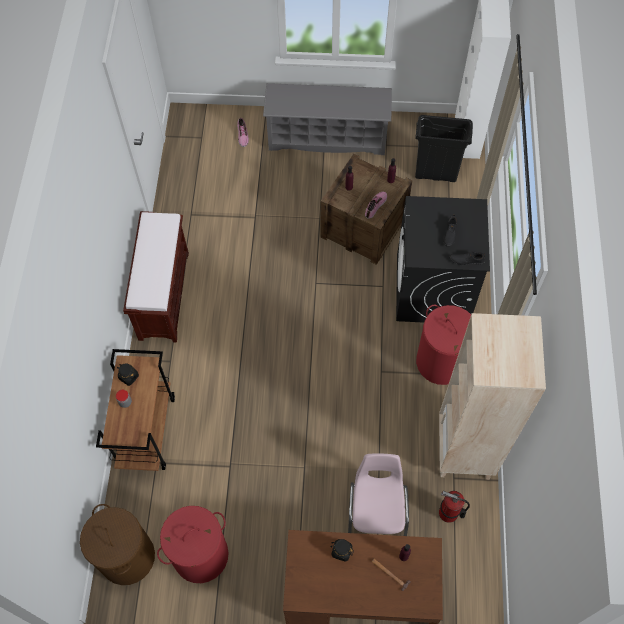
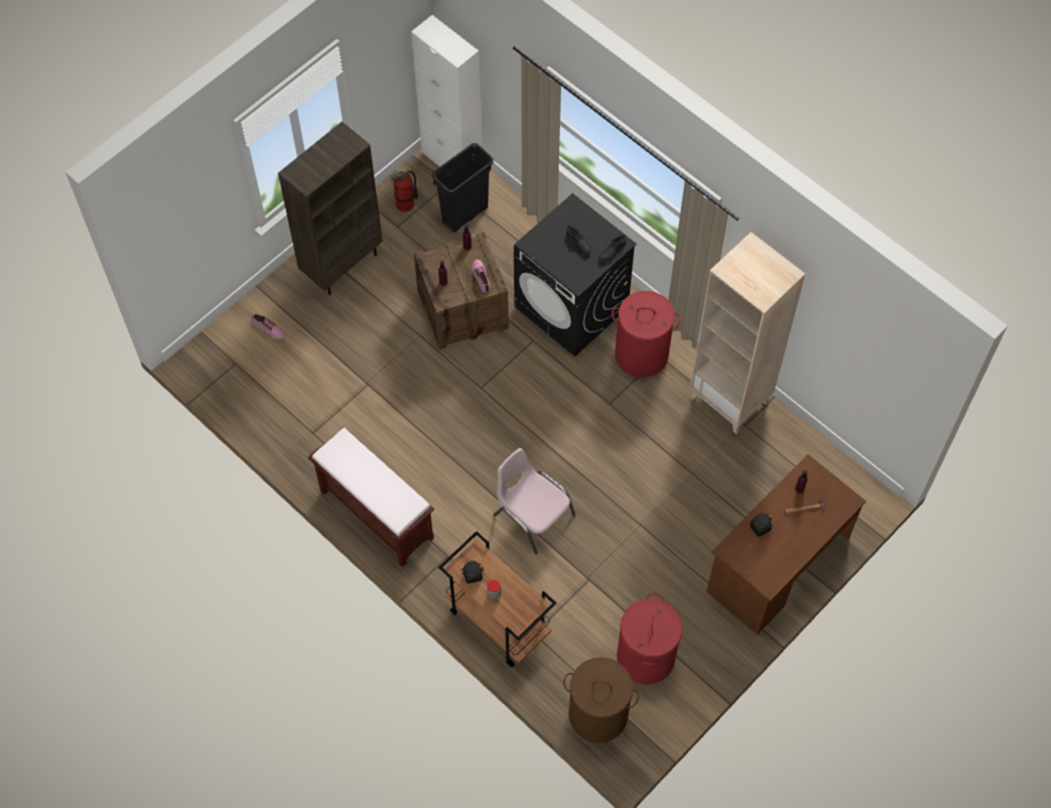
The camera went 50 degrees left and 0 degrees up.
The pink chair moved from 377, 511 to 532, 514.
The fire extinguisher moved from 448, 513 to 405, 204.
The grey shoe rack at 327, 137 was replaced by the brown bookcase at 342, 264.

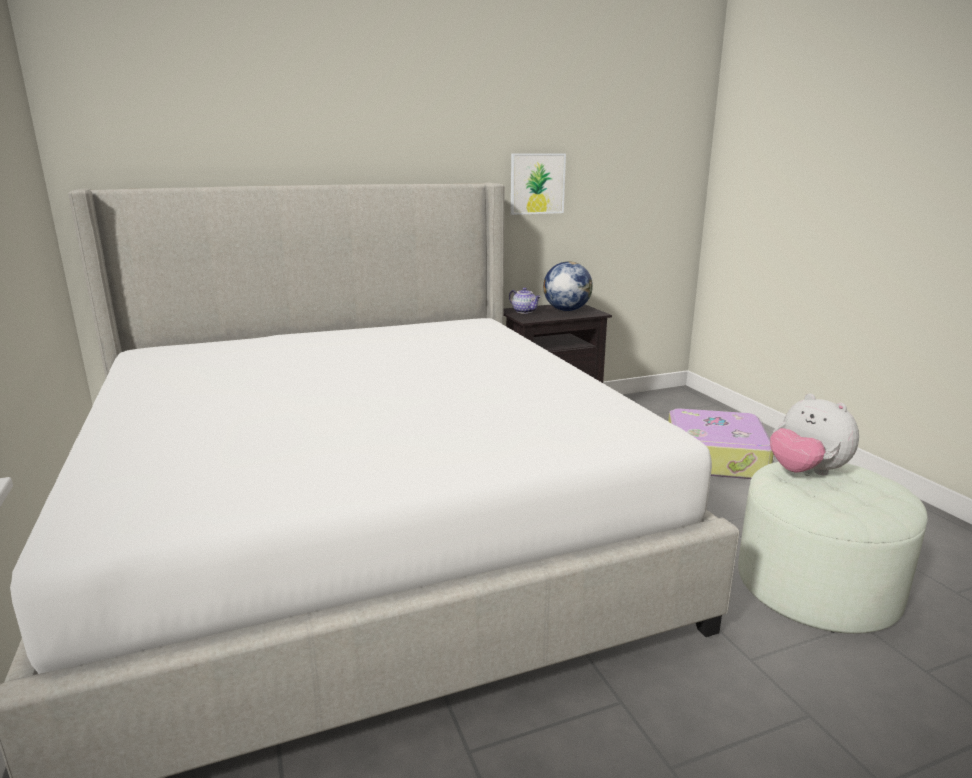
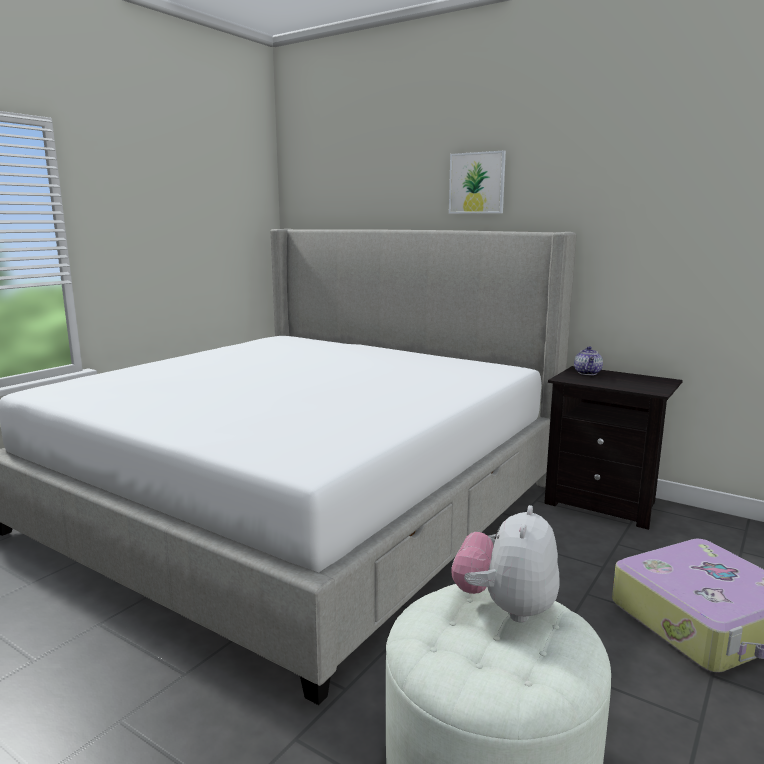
The camera went 55 degrees right and 5 degrees down.
The globe at 566, 310 disappeared.
The picture moved from 537, 184 to 477, 183.

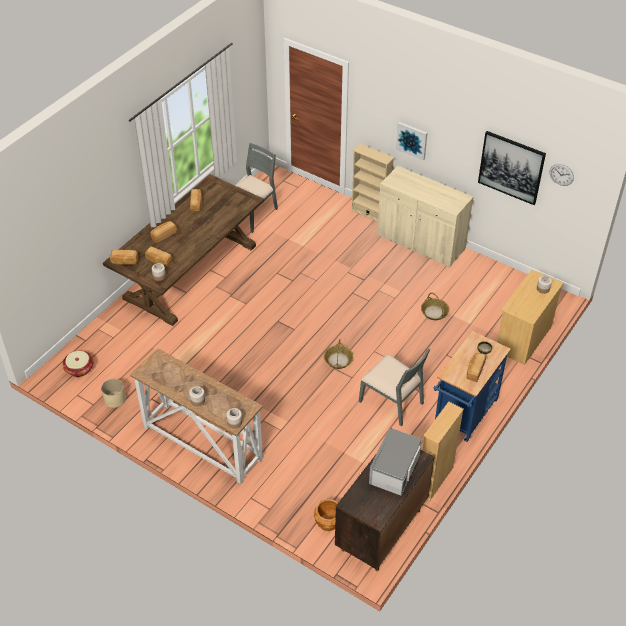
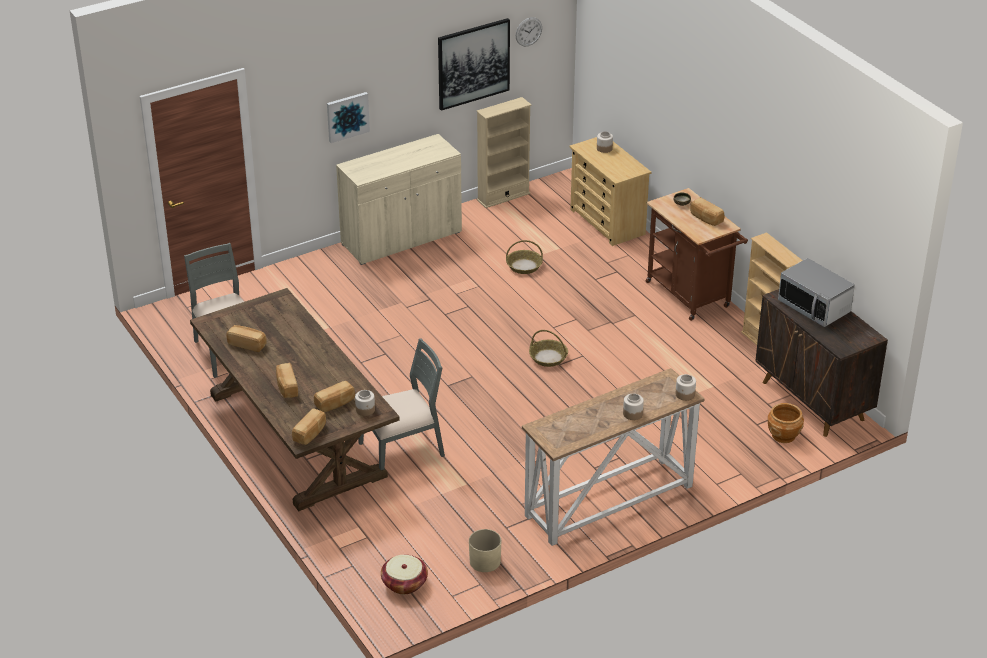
The camera went 65 degrees left and 10 degrees down.
The beige bookcase moved from 370, 213 to 503, 197.
The grey chair moved from 392, 401 to 402, 450.
The blue cart at 463, 416 became the brown cart at 691, 297.

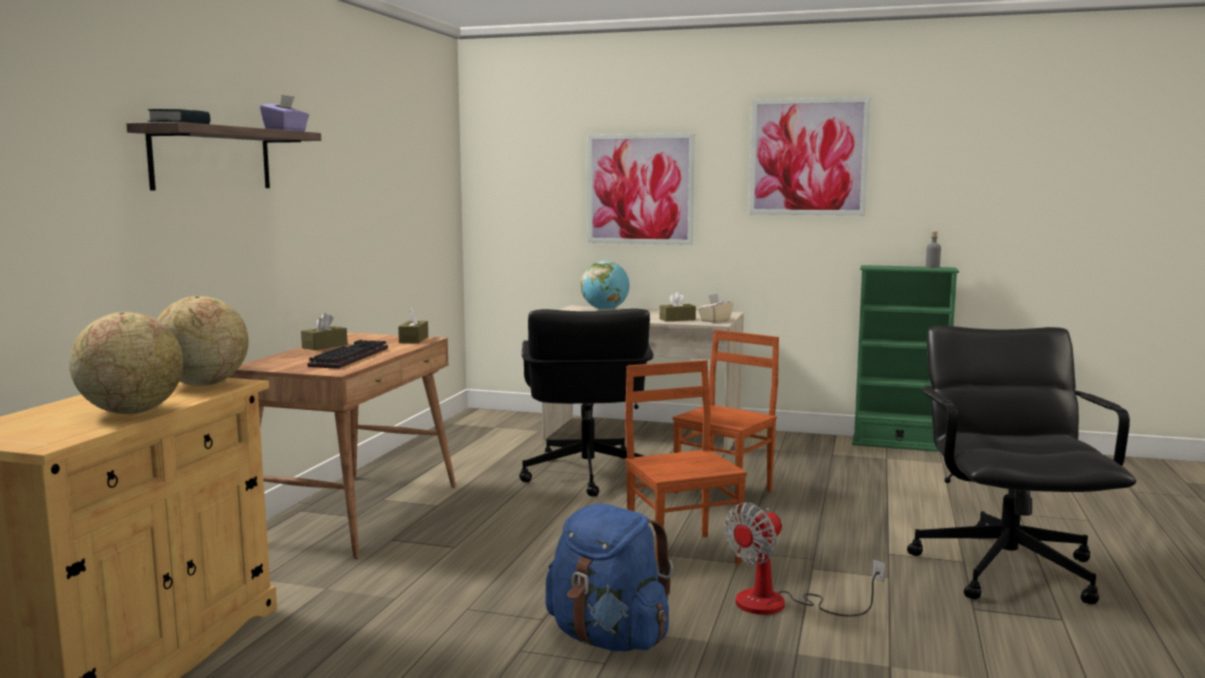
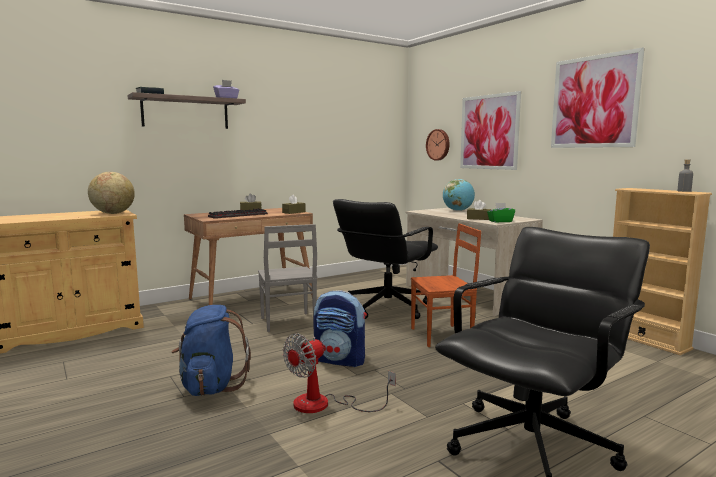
The camera went 40 degrees right and 0 degrees up.
The globe at 131, 412 disappeared.
The grey chair at 287, 322 appeared.
The wall clock at 438, 144 appeared.
The brown chair at 683, 554 was replaced by the backpack at 340, 360.
The beige tissue box at 714, 320 became the green tissue box at 500, 221.
The green bookcase at 898, 444 became the beige bookcase at 645, 340.
The fan at 779, 604 turned 45 degrees counterclockwise.

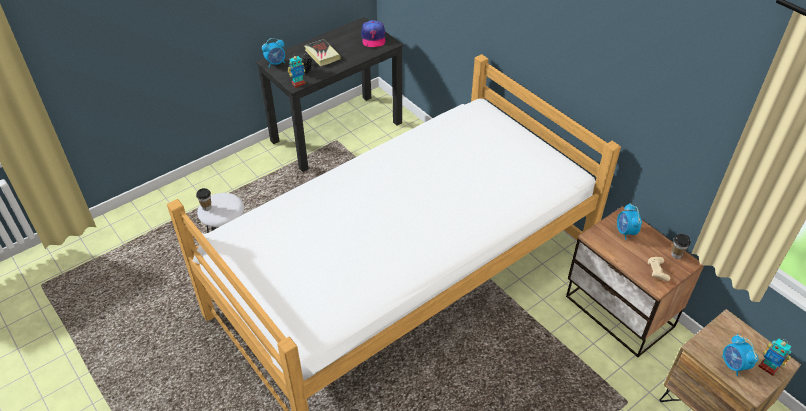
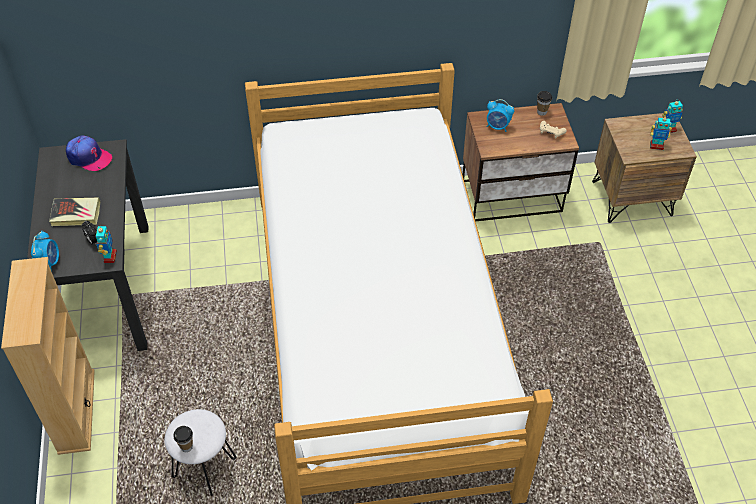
The camera went 60 degrees left and 5 degrees up.
The beige bookcase at 76, 411 appeared.
The alarm clock at 733, 365 was replaced by the toy robot at 656, 146.

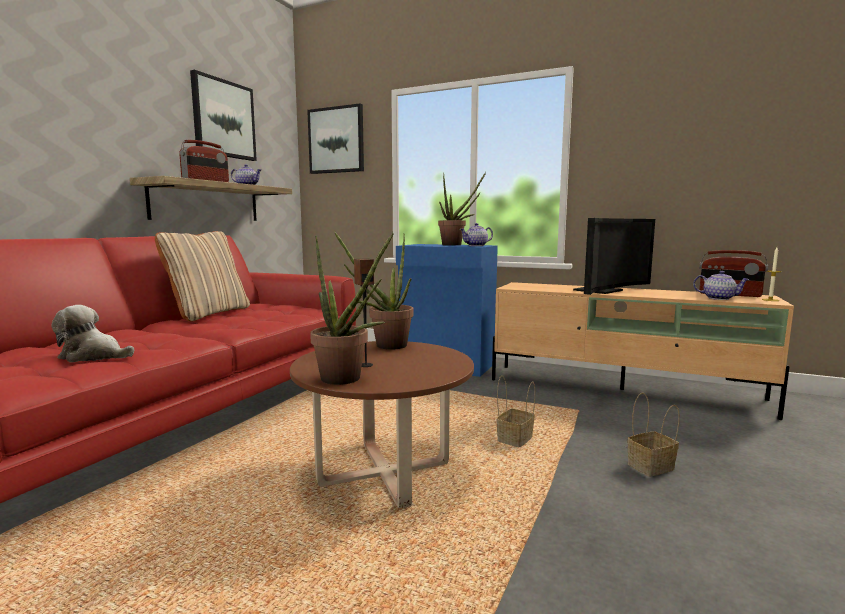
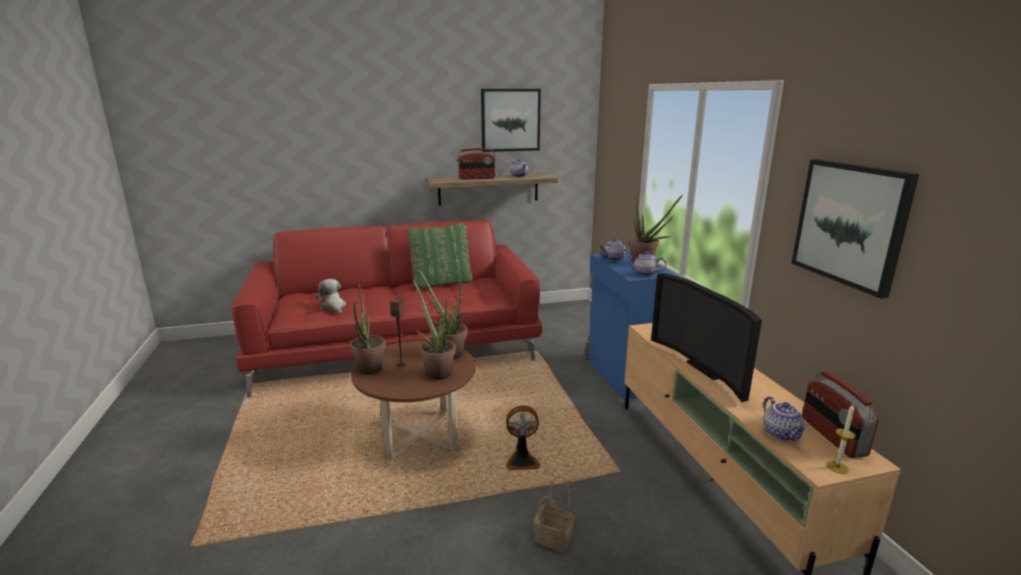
The camera went 50 degrees right and 10 degrees up.
The potted plant at 436, 371 appeared.
The teapot at 613, 259 appeared.
The picture moved from 336, 140 to 850, 224.
The basket at 514, 439 was replaced by the fan at 522, 461.
The beige pillow at 208, 314 became the green pillow at 441, 283.
The television at 604, 291 turned 60 degrees clockwise.

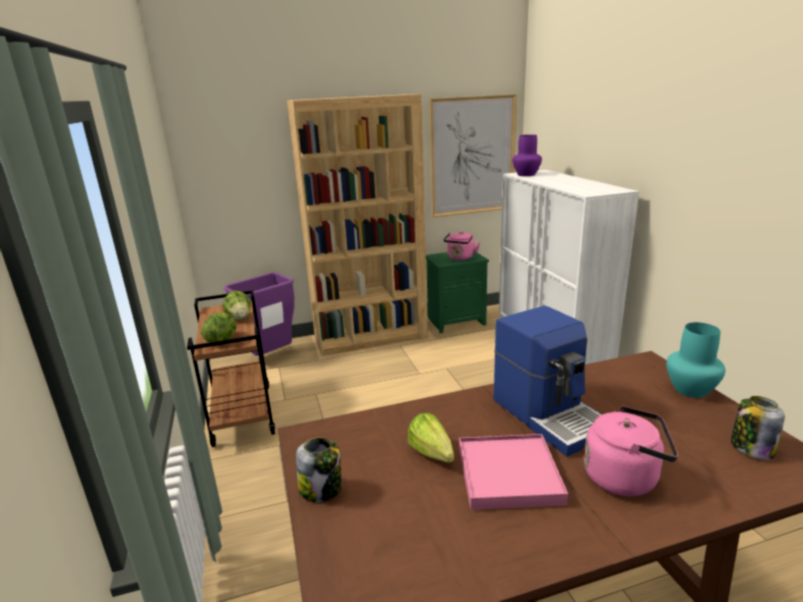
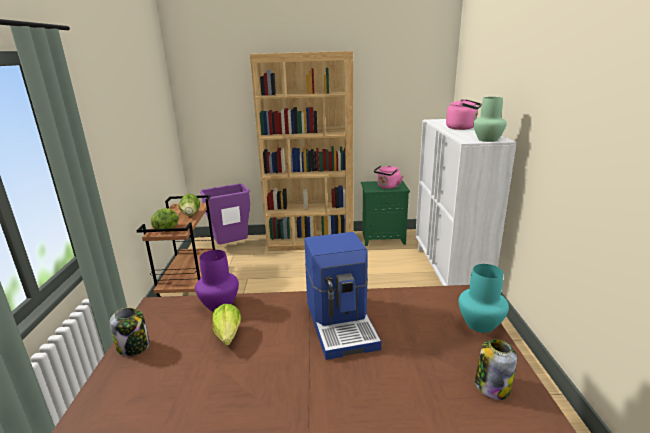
The camera went 15 degrees right and 0 degrees up.
The picture at 472, 156 disappeared.
The pink tray at 508, 474 disappeared.
The green vase at 487, 140 appeared.
The purple vase moved from 526, 175 to 219, 305.
The pink kettle moved from 624, 477 to 462, 128.

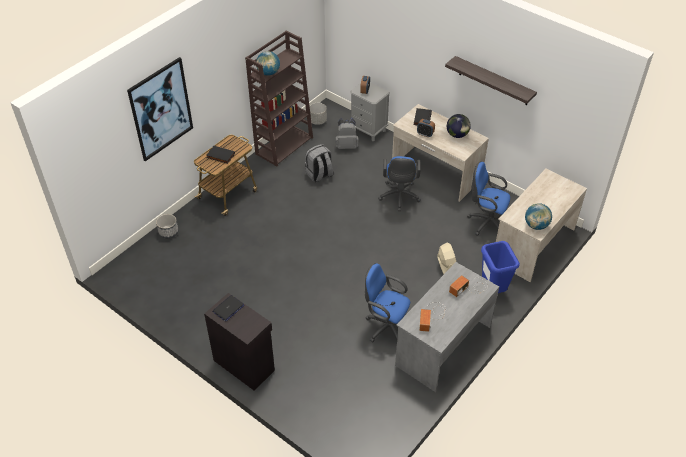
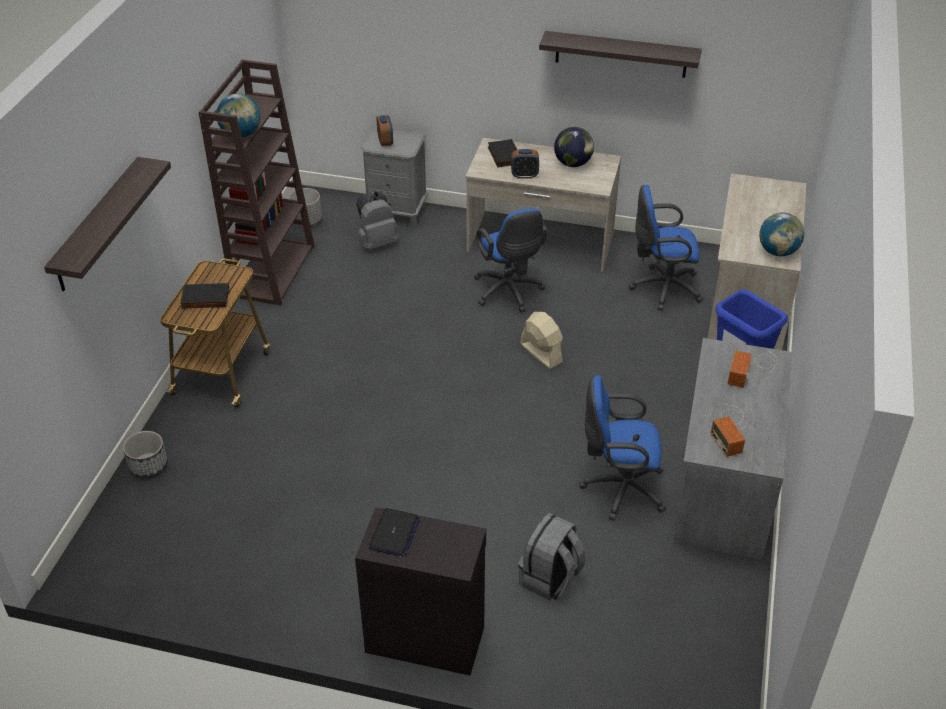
The camera went 25 degrees left and 5 degrees down.
The grey backpack moved from 319, 175 to 550, 579.
The beige fan moved from 445, 266 to 541, 353.
The picture at 161, 109 was replaced by the shelf at 97, 225.

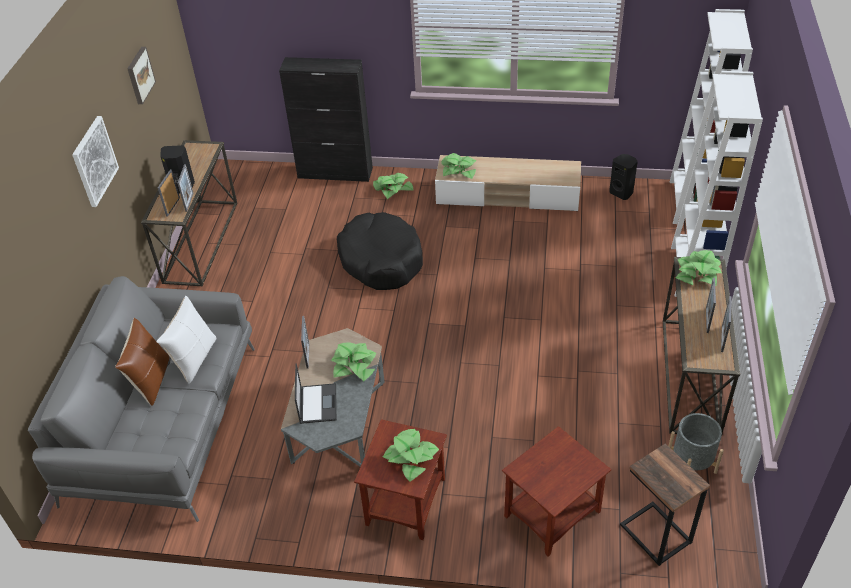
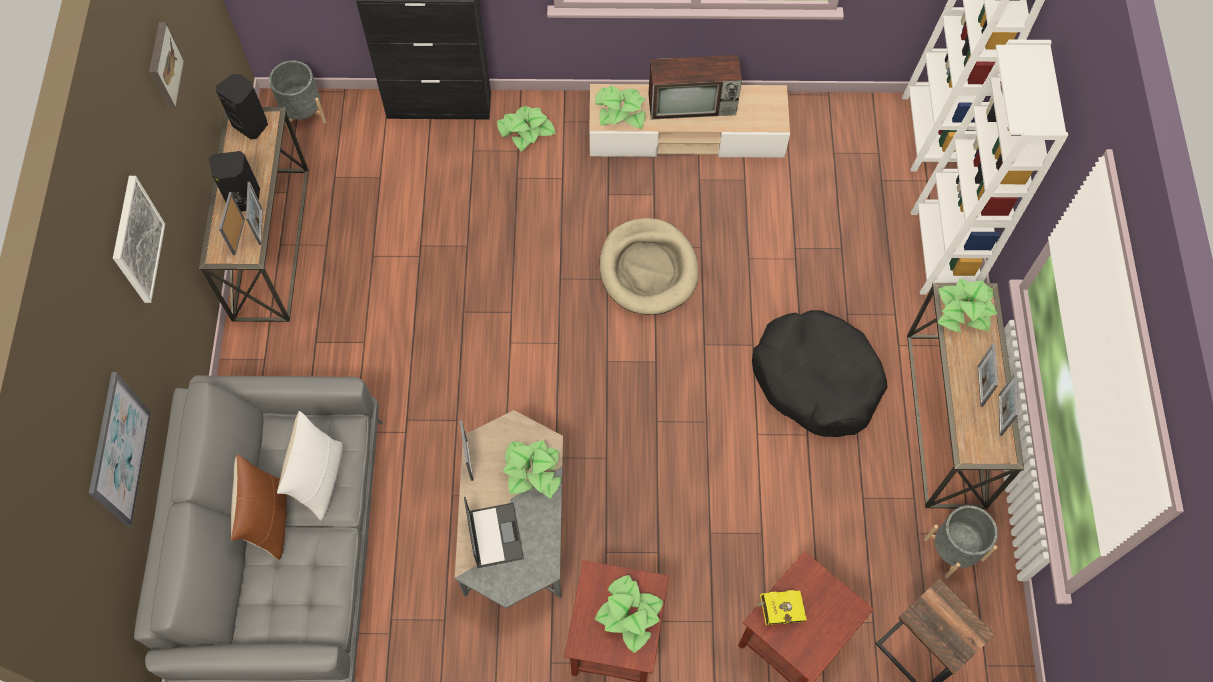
The camera went 10 degrees left and 20 degrees up.
The picture at 119, 450 appeared.
The grey planter at 303, 113 appeared.
The beige dog bed at 648, 269 appeared.
The television at 693, 104 appeared.
The yellow book at 779, 610 appeared.
The black dog bed moved from 381, 260 to 816, 380.
The black speaker moved from 621, 193 to 251, 124.

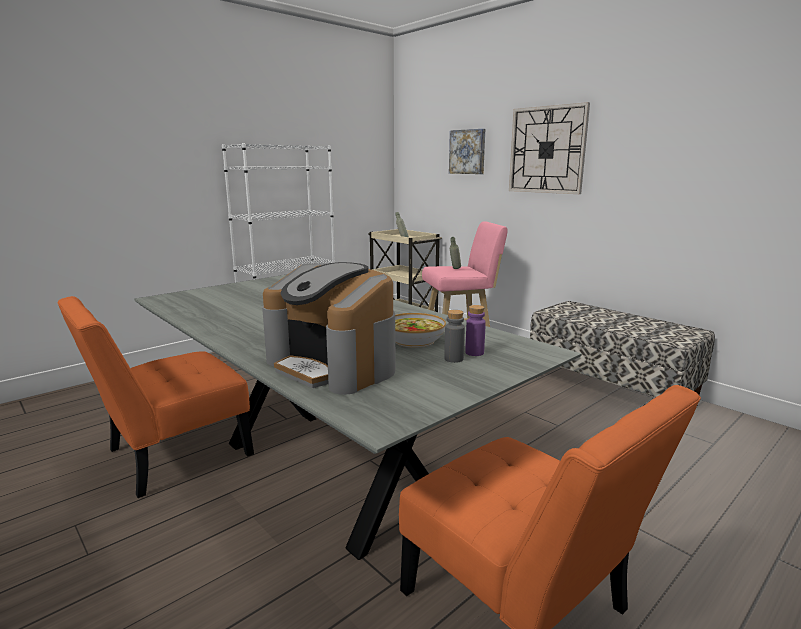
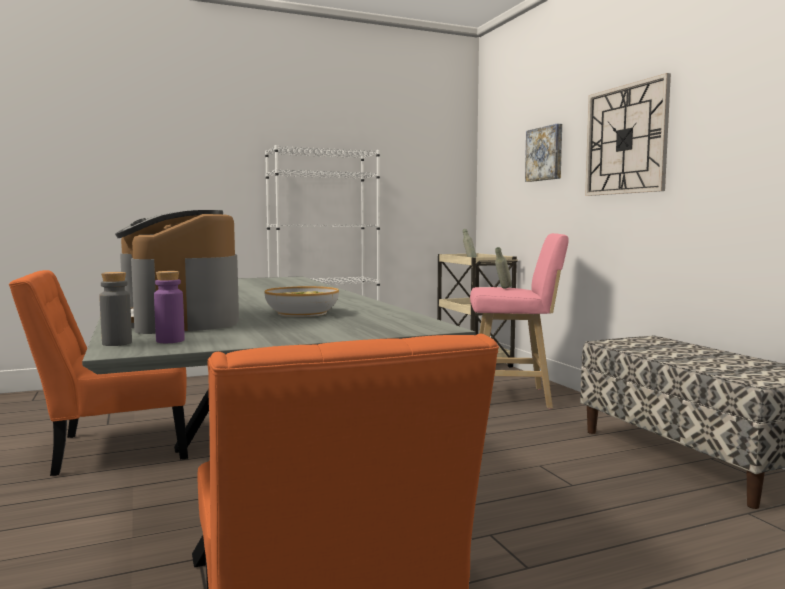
The camera went 20 degrees right and 10 degrees down.
The grey bottle moved from 453, 359 to 117, 343.
The purple bottle moved from 474, 353 to 170, 341.

